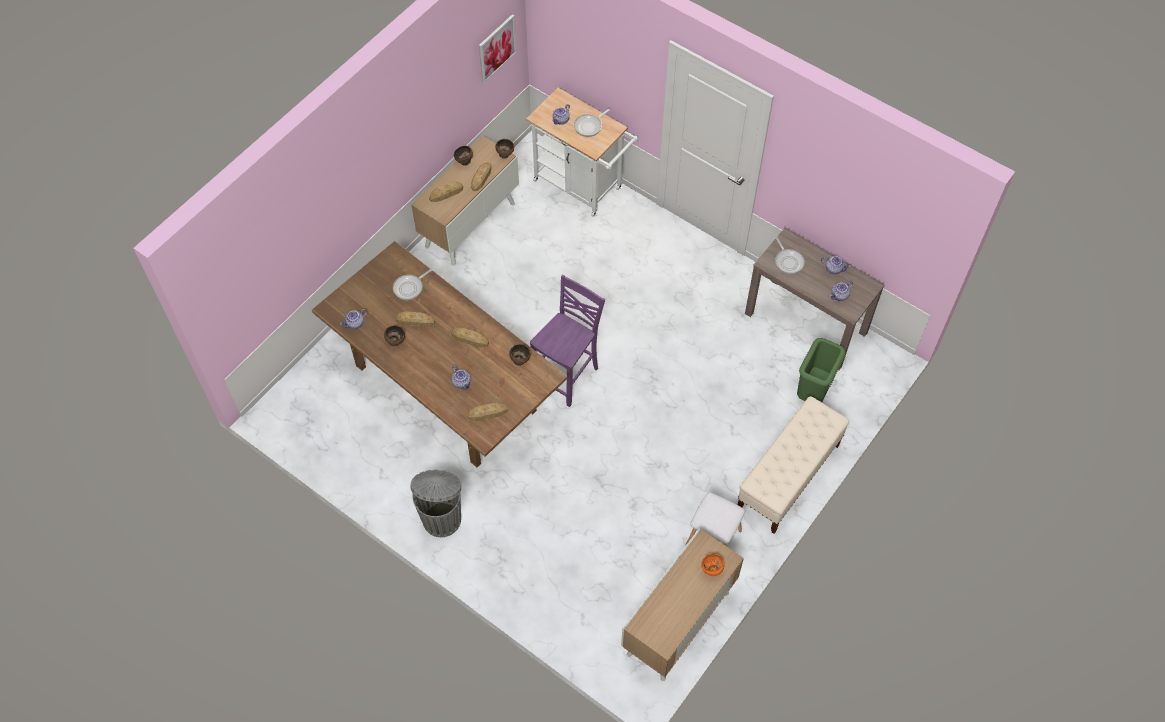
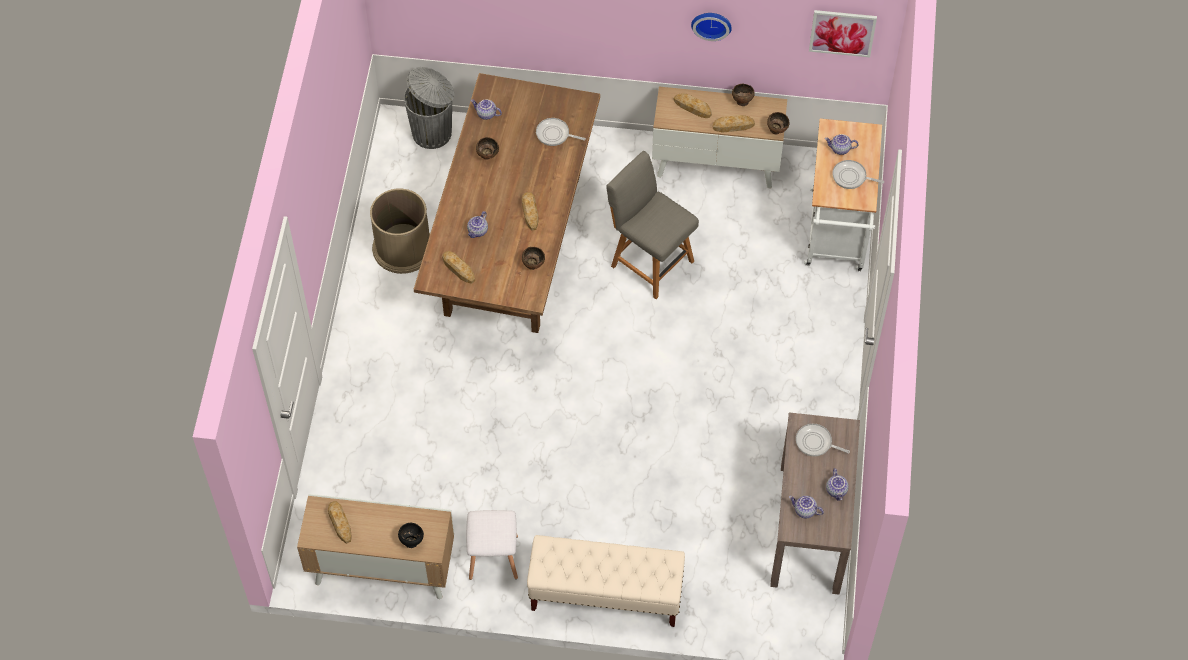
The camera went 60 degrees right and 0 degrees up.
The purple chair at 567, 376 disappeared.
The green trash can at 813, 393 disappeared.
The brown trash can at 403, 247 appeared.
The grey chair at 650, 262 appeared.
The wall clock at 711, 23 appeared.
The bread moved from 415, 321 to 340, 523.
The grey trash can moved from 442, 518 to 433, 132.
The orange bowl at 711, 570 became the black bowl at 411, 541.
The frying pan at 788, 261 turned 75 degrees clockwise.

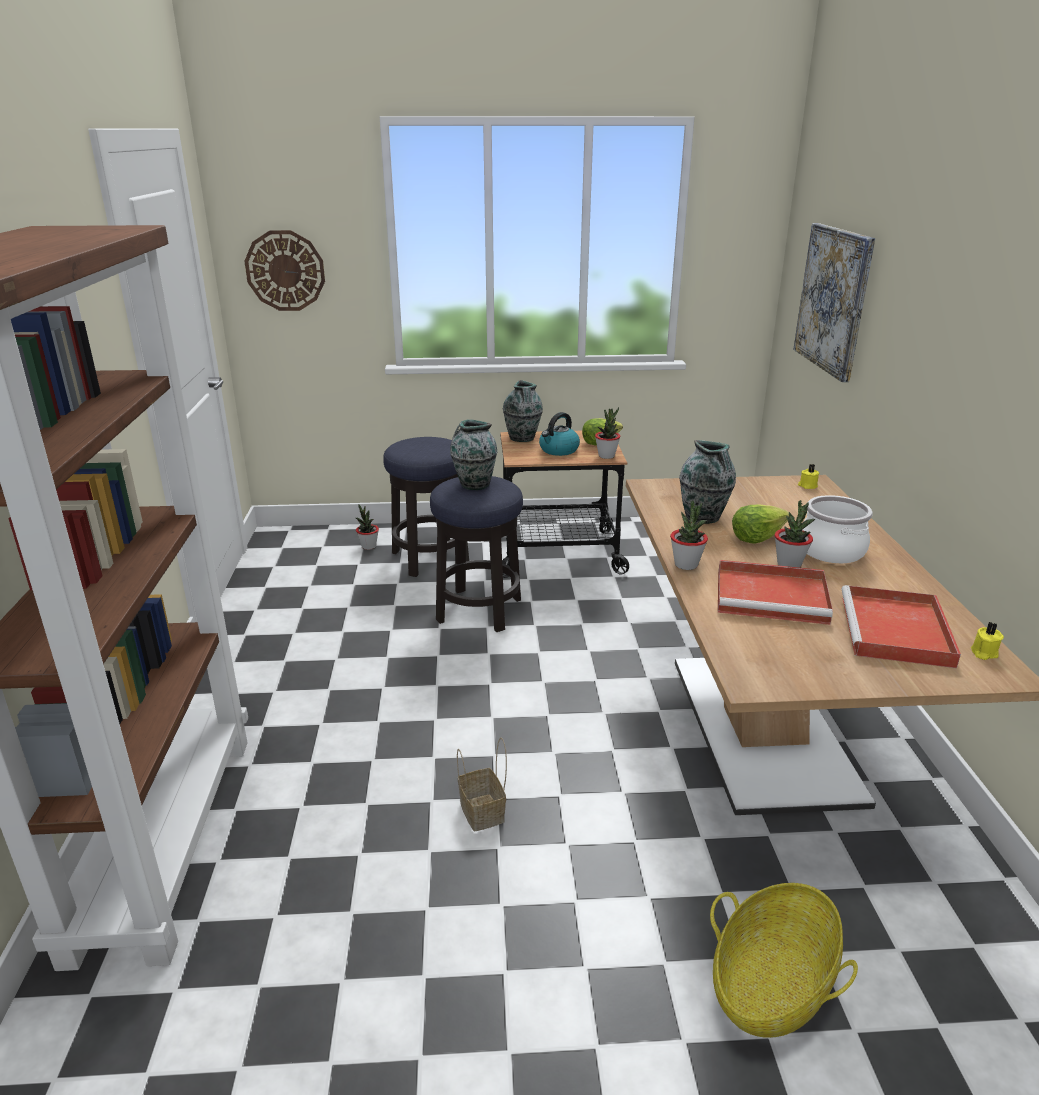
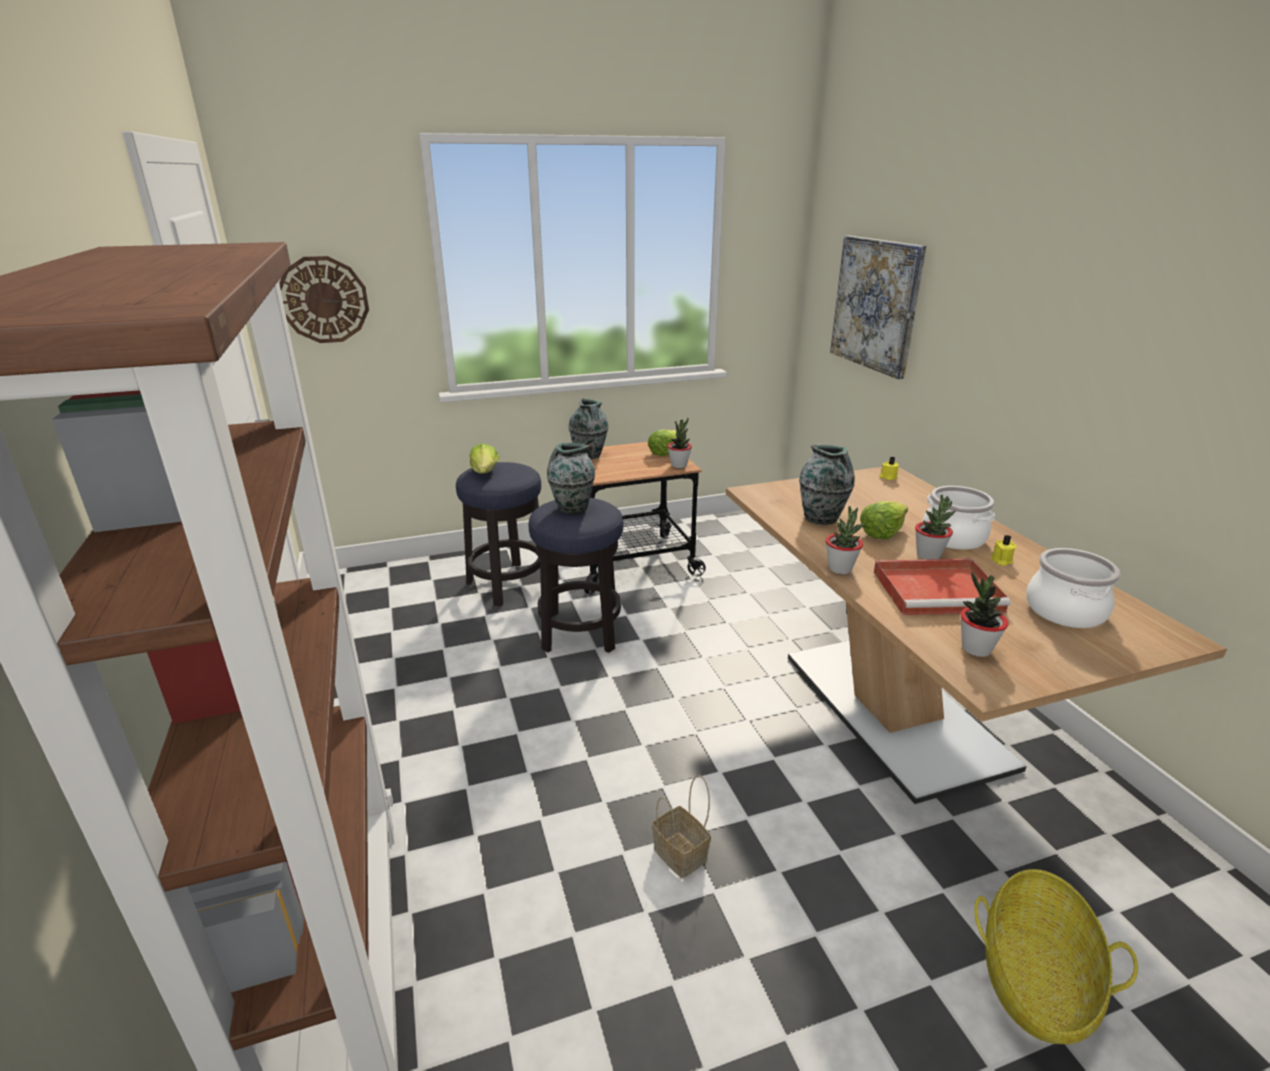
The camera went 15 degrees left and 0 degrees up.
The kettle at 558, 450 disappeared.
The lettuce at 485, 472 appeared.
The potted plant moved from 368, 546 to 976, 649.
The yellow candle moved from 983, 653 to 1001, 560.
The red tray at 897, 632 was replaced by the cooking pot at 1065, 611.

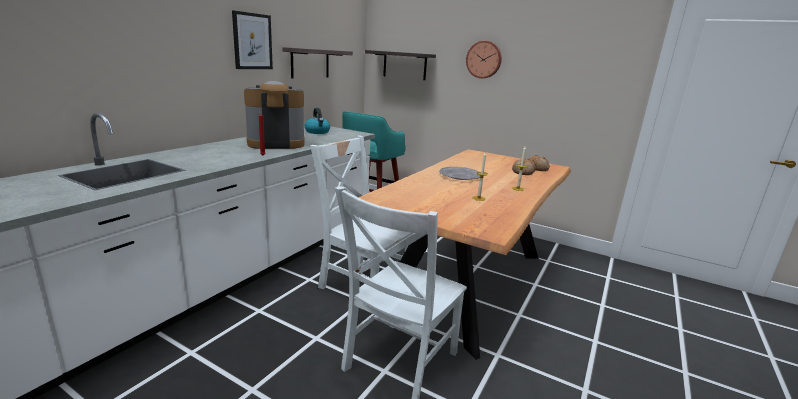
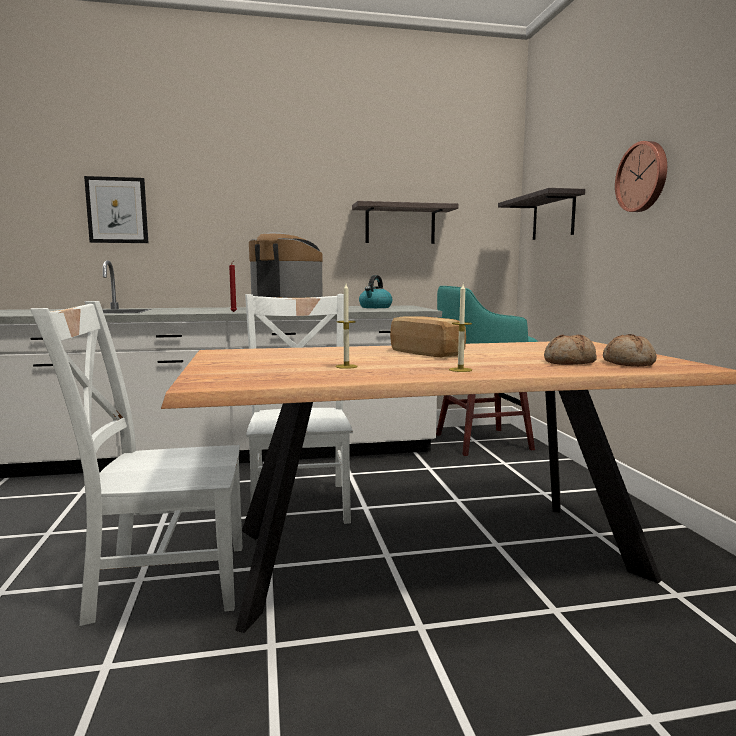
The camera went 50 degrees right and 10 degrees down.
The picture moved from 252, 41 to 117, 210.
The grey plate at 460, 176 was replaced by the bread at 427, 353.

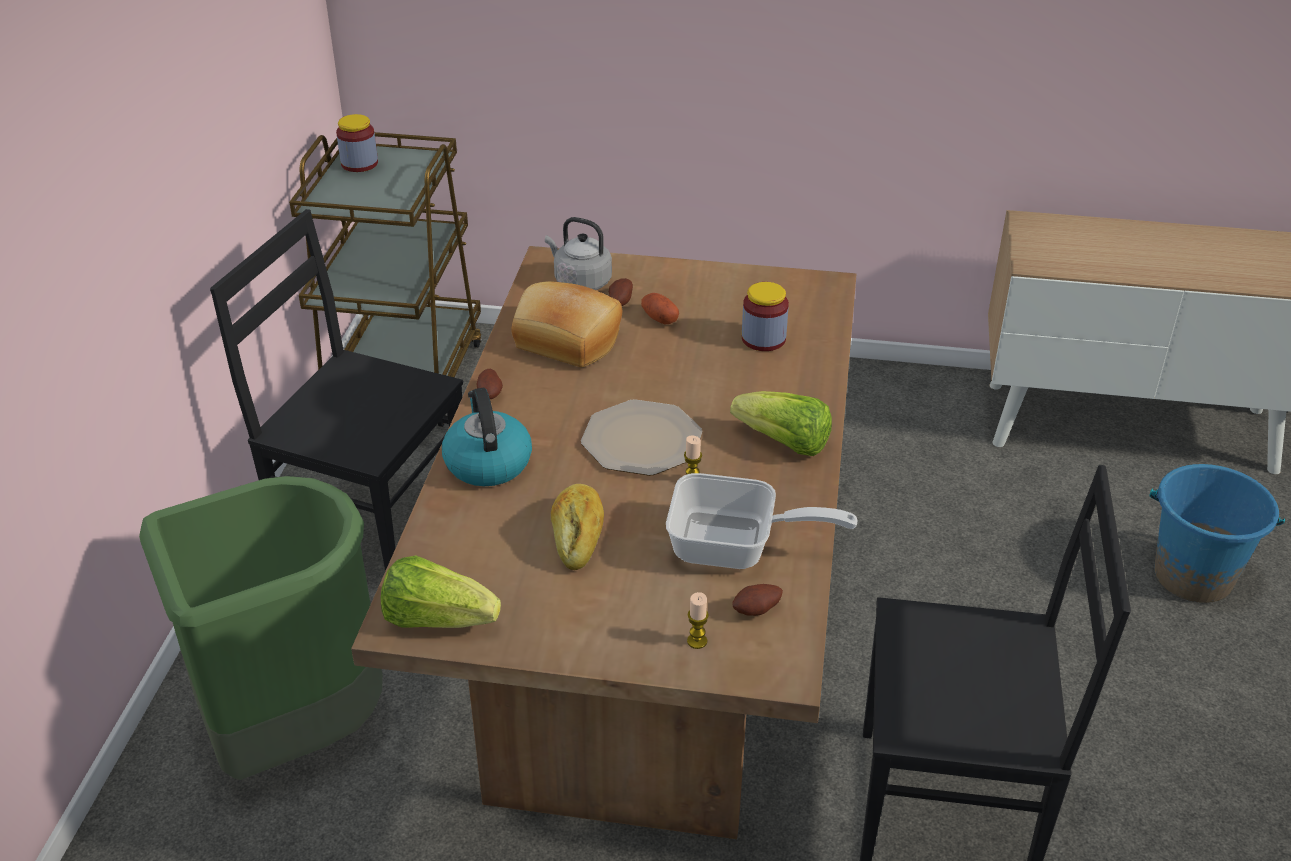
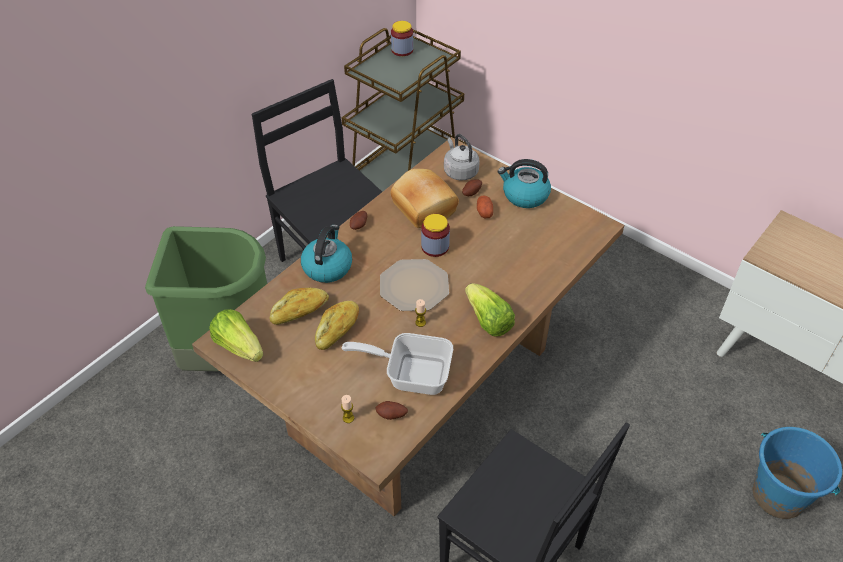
The camera went 30 degrees right and 10 degrees up.
The bread at 300, 312 appeared.
The kettle at 524, 195 appeared.
The jar moved from 763, 339 to 435, 247.
The frying pan at 736, 548 turned 150 degrees clockwise.

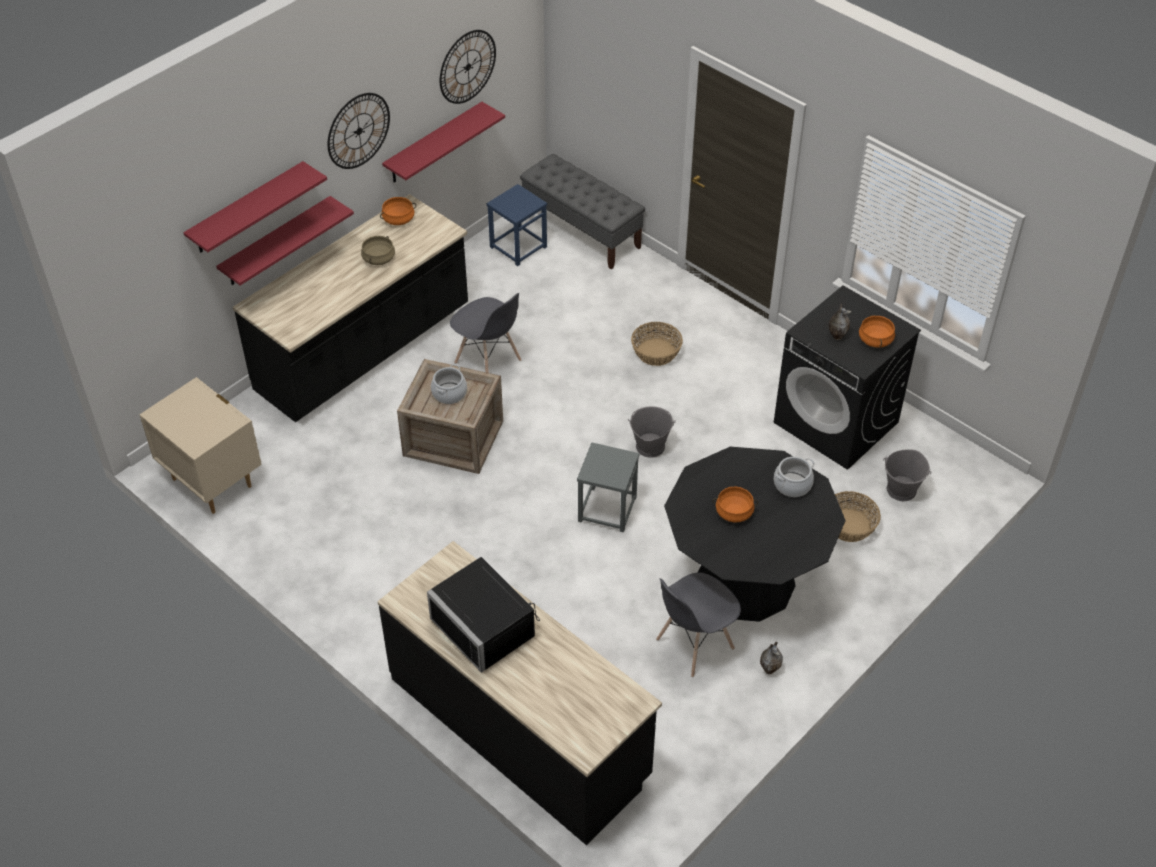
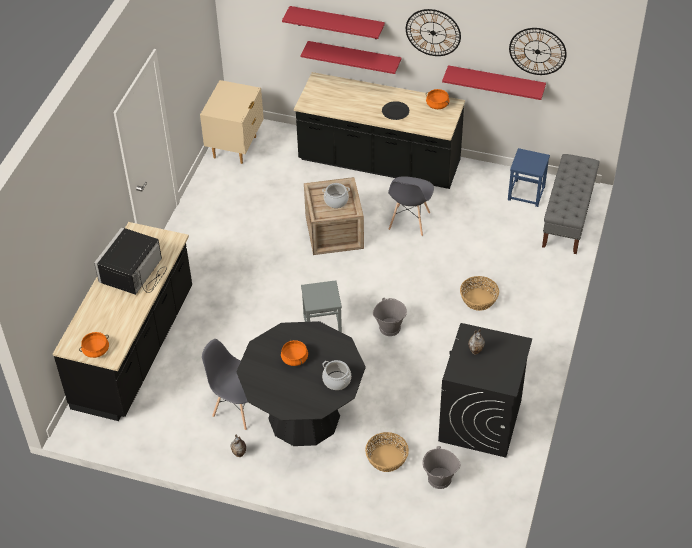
The camera went 65 degrees right and 0 degrees up.
The orange cooking pot moved from 875, 340 to 96, 350.
The beige cooking pot at 379, 259 was replaced by the black plate at 395, 111.

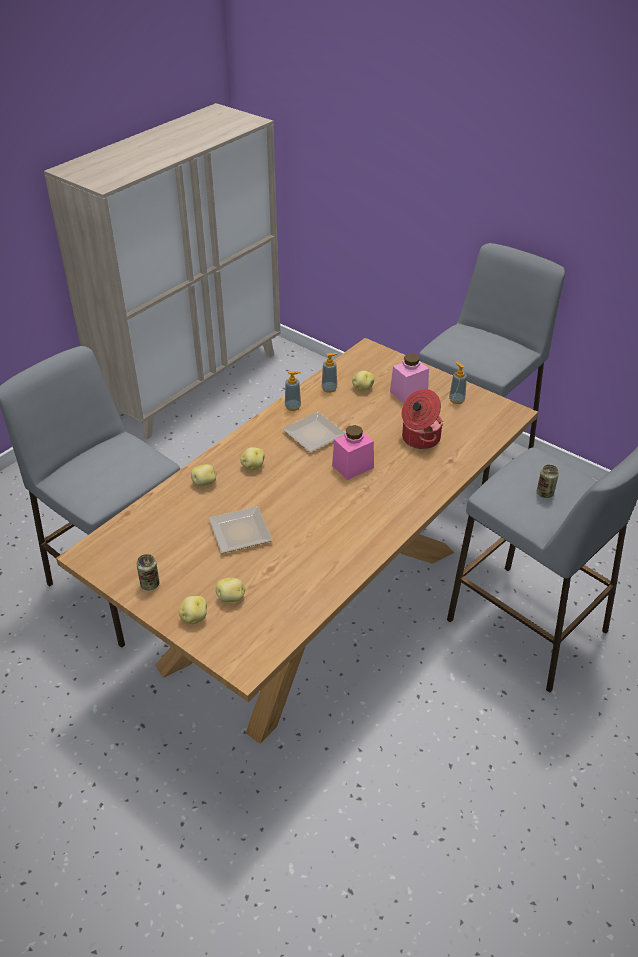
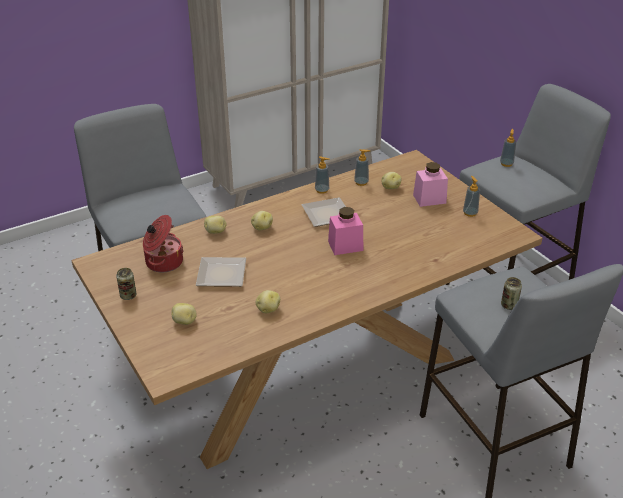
The camera went 20 degrees right and 5 degrees down.
The soap dispenser at 506, 163 appeared.
The potato moved from 194, 617 to 268, 309.
The cooking pot moved from 419, 438 to 163, 262.

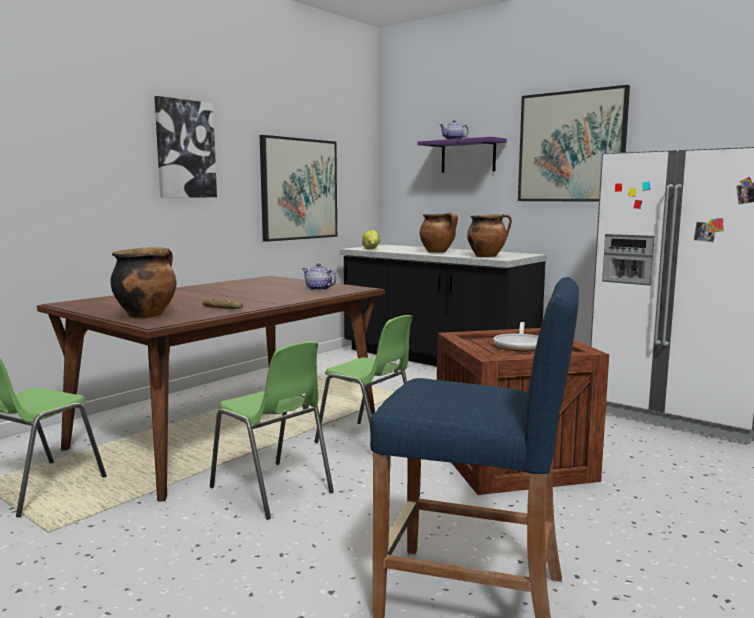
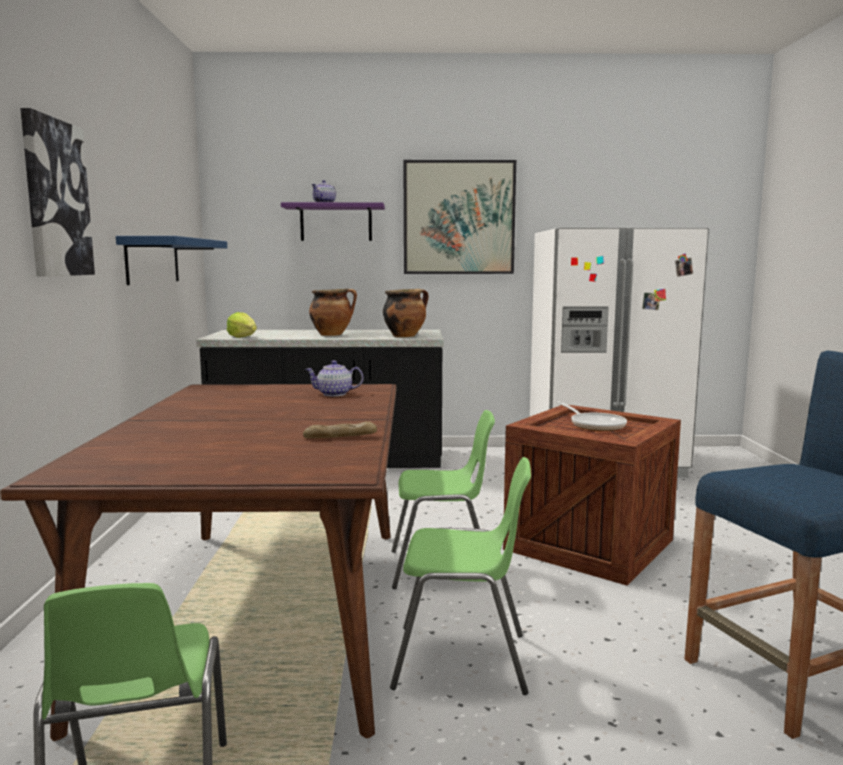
The camera went 40 degrees left and 0 degrees up.
The cooking pot at 146, 315 disappeared.
The picture at 299, 189 was replaced by the blue shelf at 153, 261.

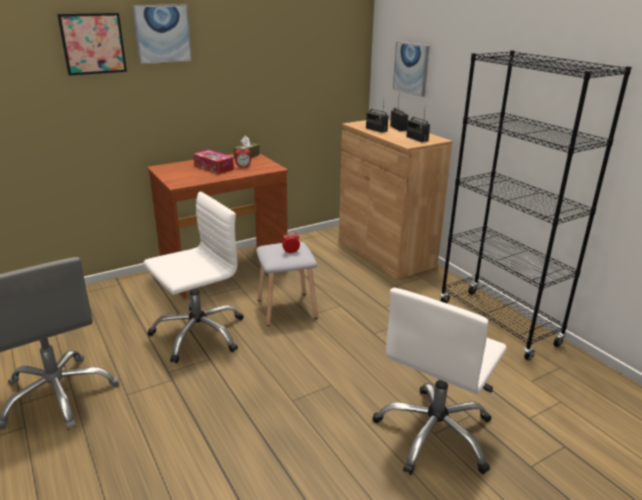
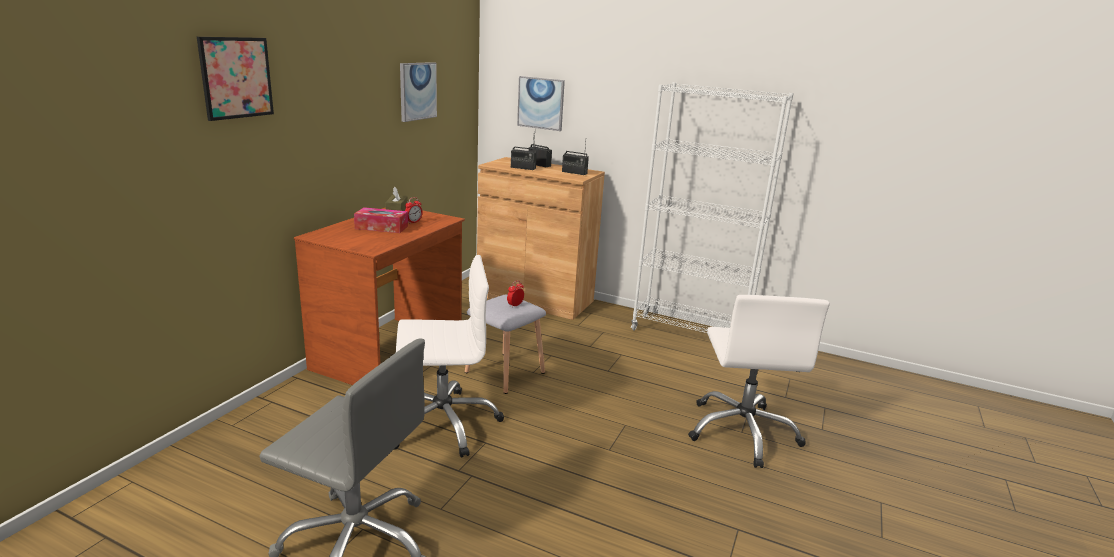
The camera went 35 degrees left and 5 degrees down.
The picture moved from 162, 34 to 417, 91.
The black bookcase at 497, 323 became the white bookcase at 689, 335.
The white office chair at 198, 333 turned 60 degrees clockwise.

